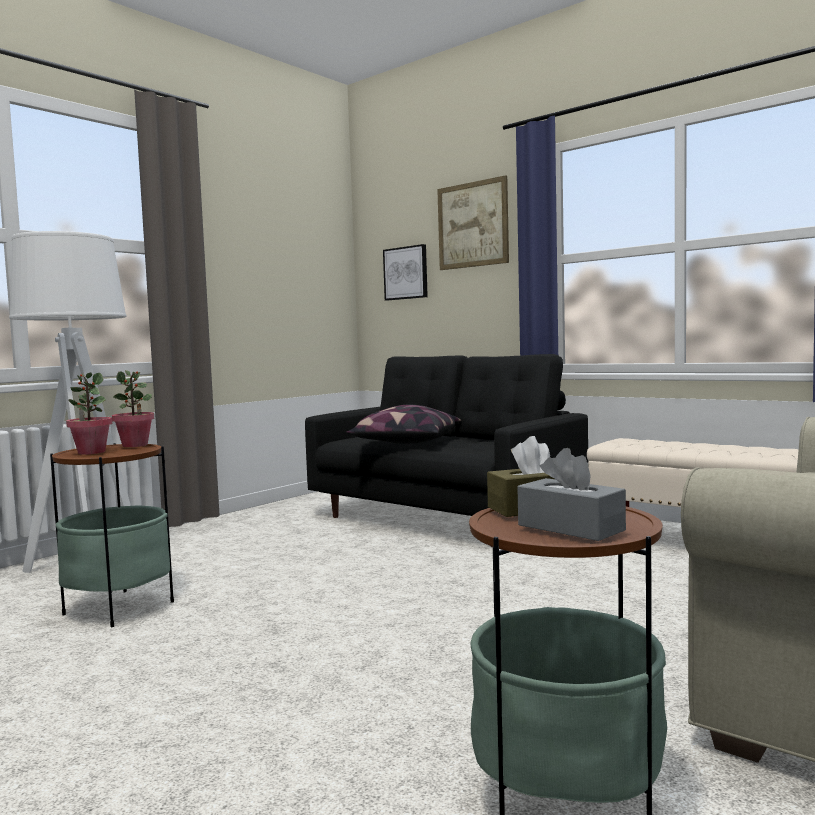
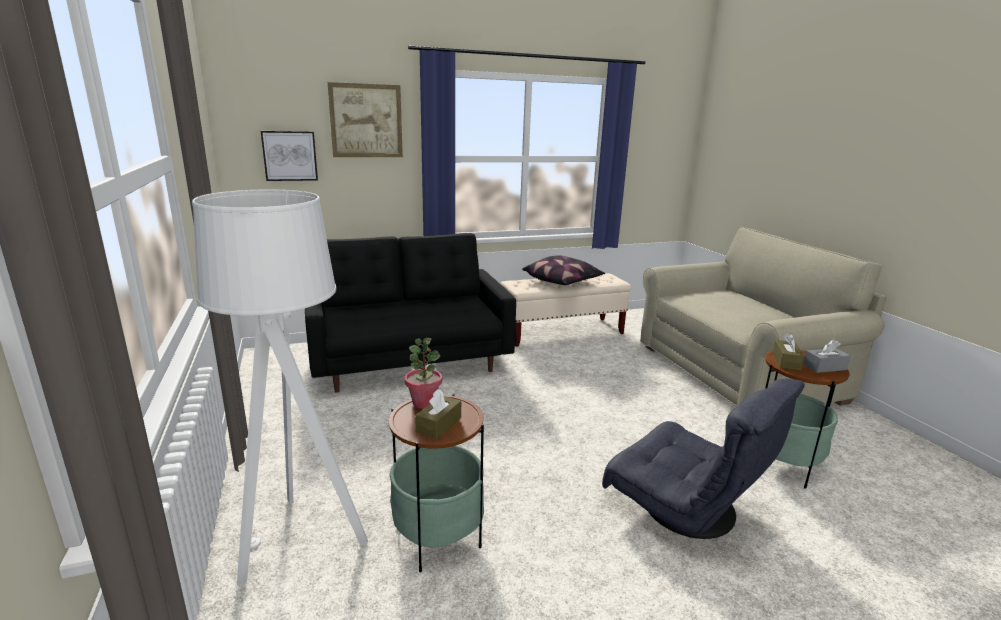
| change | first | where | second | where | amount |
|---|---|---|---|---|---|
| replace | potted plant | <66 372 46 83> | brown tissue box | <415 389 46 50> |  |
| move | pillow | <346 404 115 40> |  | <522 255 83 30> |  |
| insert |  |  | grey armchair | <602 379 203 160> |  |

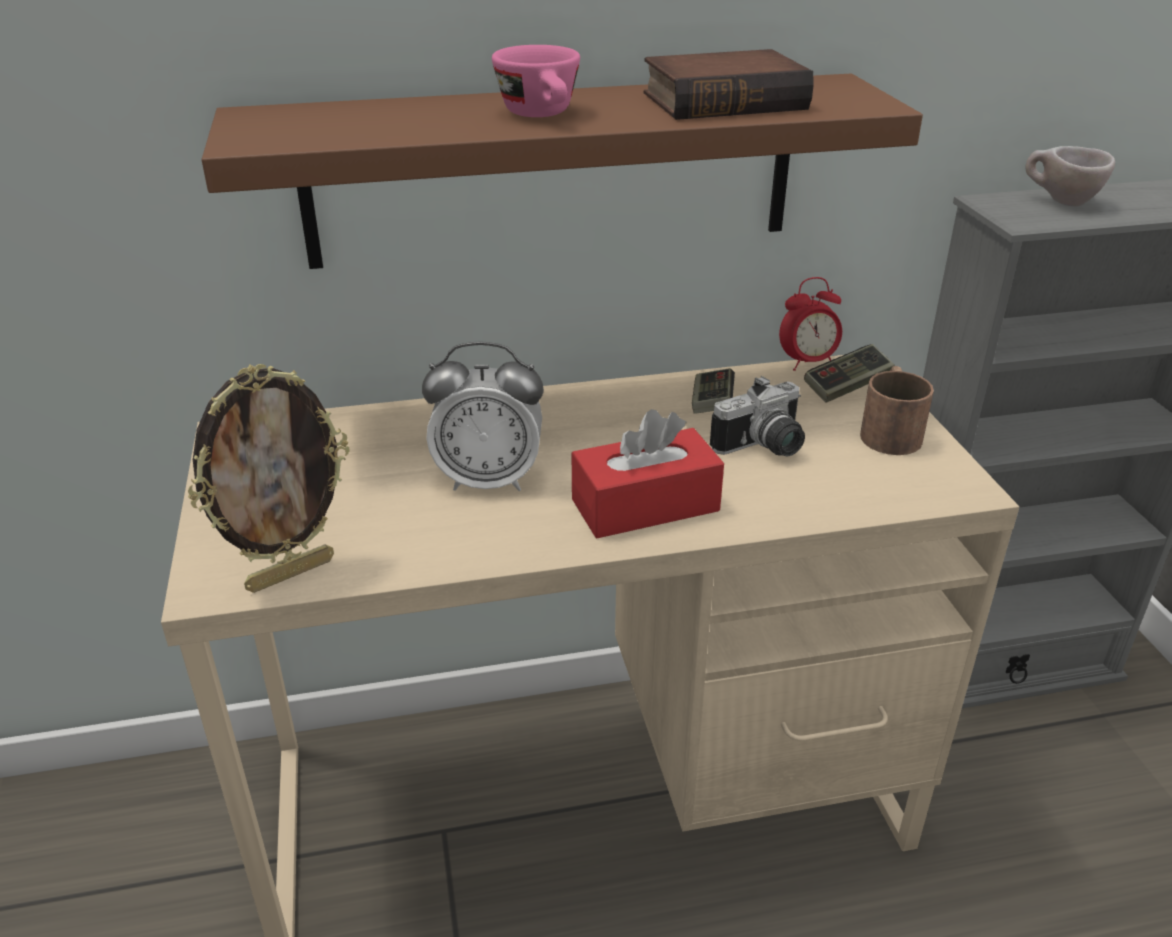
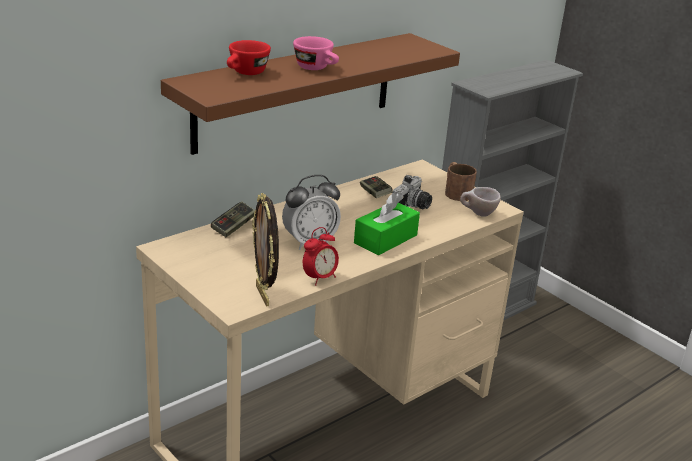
| change | first | where | second | where | amount |
|---|---|---|---|---|---|
| rotate | picture frame | <188 364 161 229> |  | <252 193 27 114> | 135 degrees clockwise |
| recolor | red tissue box | <572 409 152 129> | green tissue box | <354 193 66 63> |  |
| delete | book | <644 49 170 71> |  |  |  |
| move | alarm clock | <779 277 63 94> |  | <303 227 36 59> |  |
| move | game controller | <804 344 91 59> |  | <211 201 44 36> |  |
| move | beige cup | <1026 146 89 61> |  | <460 187 41 30> |  |
| insert |  |  | red cup | <227 40 44 35> |  |

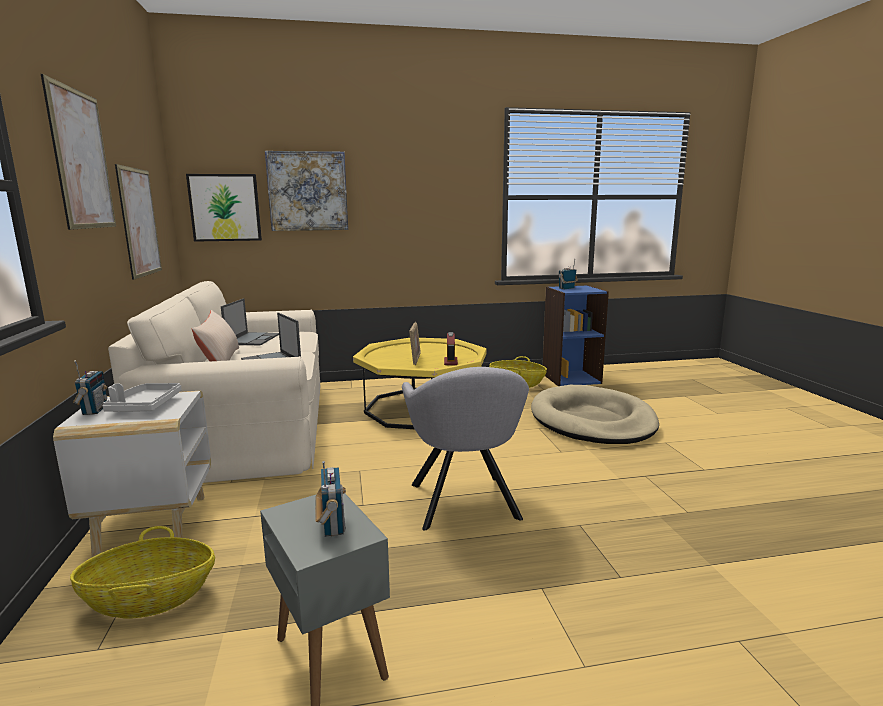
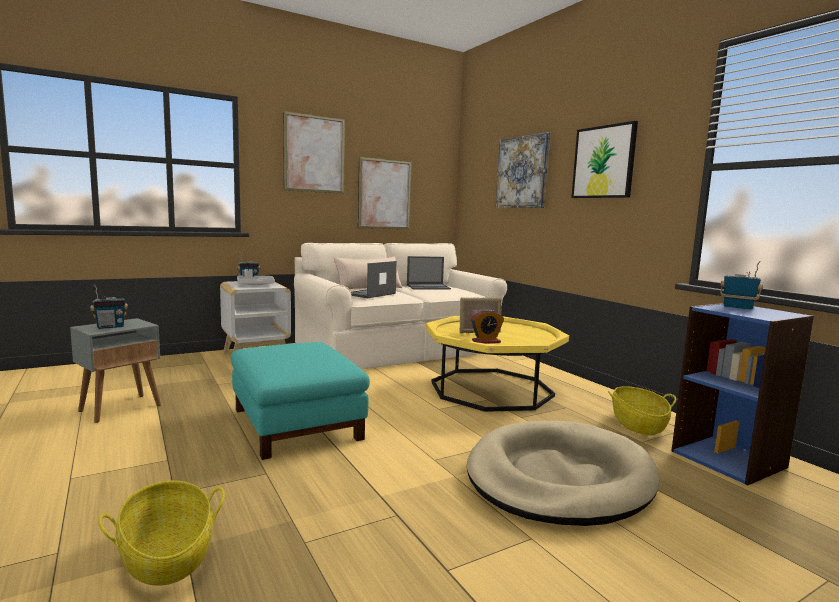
| change | first | where | second | where | amount |
|---|---|---|---|---|---|
| move | basket | <70 526 145 92> |  | <98 481 127 105> |  |
| move | picture | <186 174 76 68> |  | <571 121 67 77> |  |
| replace | grey armchair | <402 367 127 163> | turquoise ottoman | <231 342 139 118> |  |

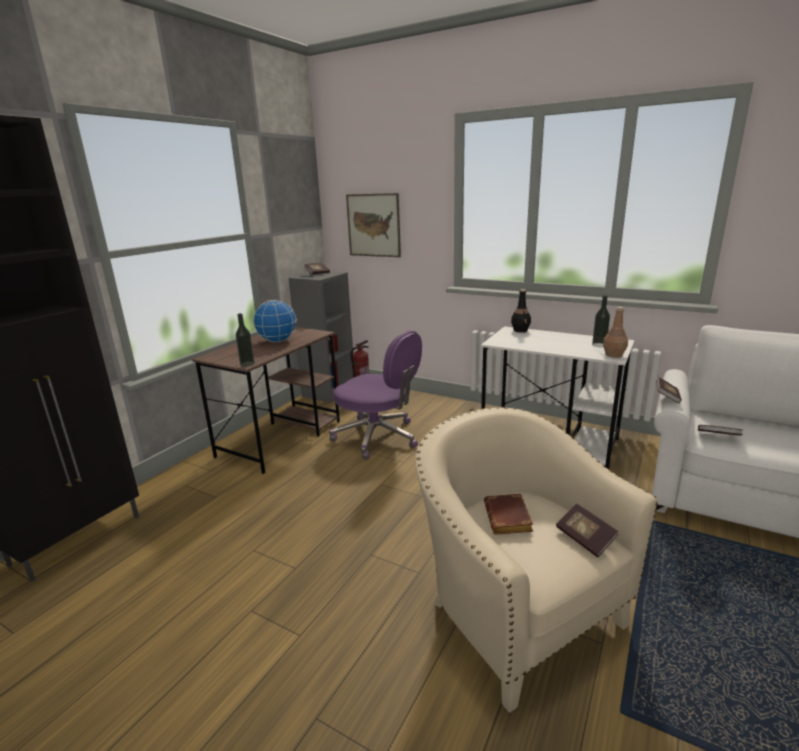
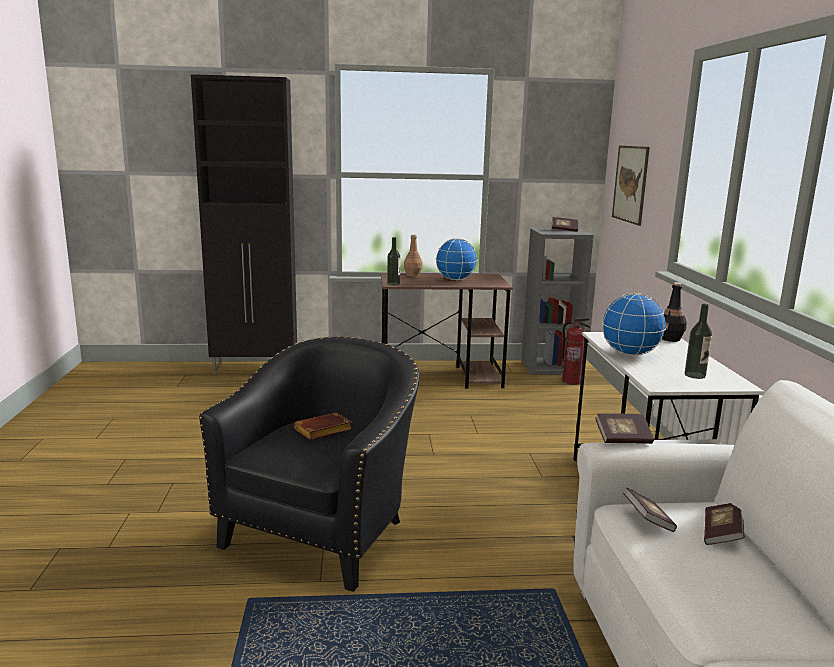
| change | first | where | second | where | amount |
|---|---|---|---|---|---|
| delete | purple office chair | <329 330 93 130> |  |  |  |
| recolor | beige armchair | <415 407 243 305> | black armchair | <199 336 220 256> |  |
| move | book | <556 503 63 54> |  | <704 503 40 42> |  |
| move | brown bottle | <603 307 25 51> |  | <404 234 19 42> |  |
| insert |  |  | globe | <602 293 65 63> |  |

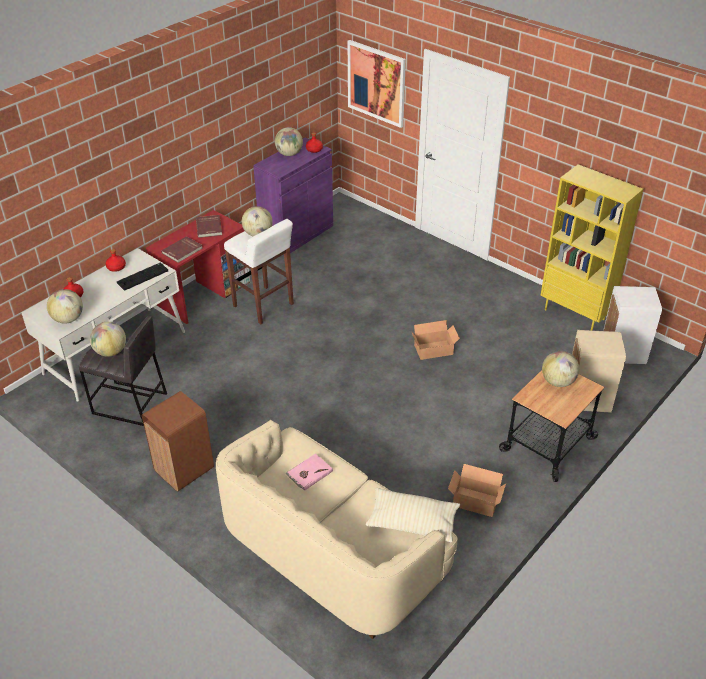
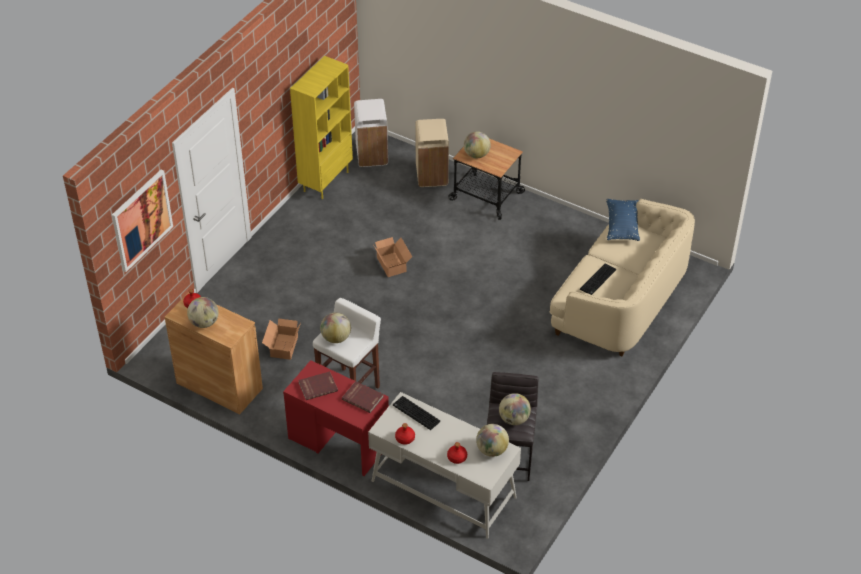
| change | first | where | second | where | amount |
|---|---|---|---|---|---|
| delete | brown trash can | <142 391 72 101> |  |  |  |
| recolor | purple cabinet | <253 138 80 117> | brown cabinet | <165 293 98 121> |  |
| replace | pink book | <286 454 47 37> | keyboard | <580 264 36 31> |  |
| recolor | beige pillow | <366 488 94 55> | blue pillow | <606 199 34 42> |  |
| move | cardboard box | <448 464 58 53> |  | <262 318 39 42> |  |

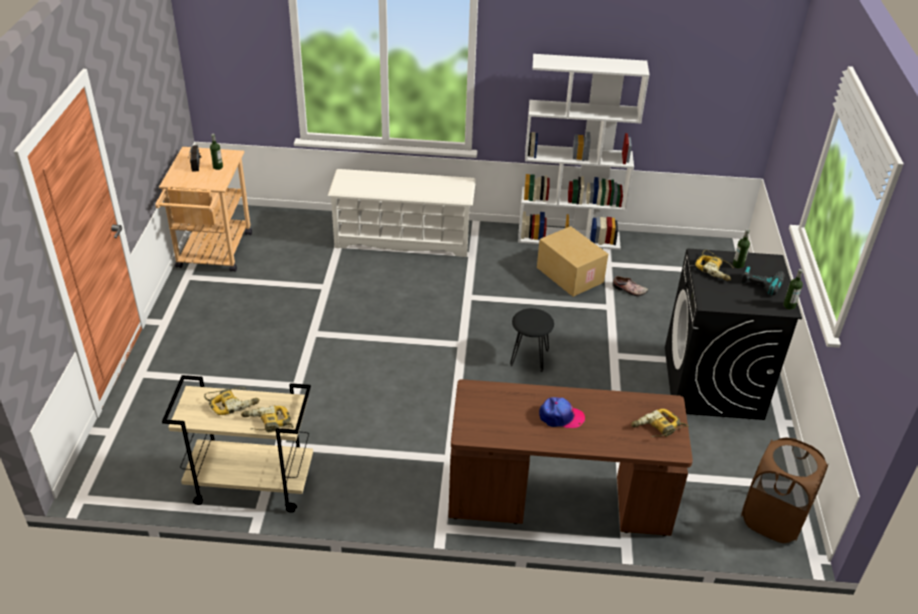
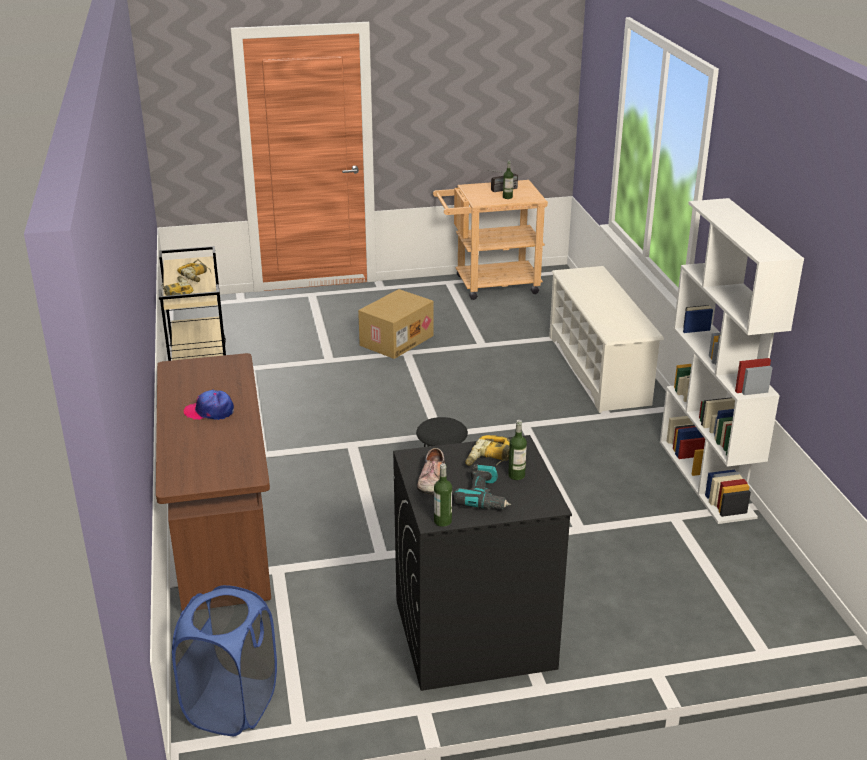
| change | first | where | second | where | amount |
|---|---|---|---|---|---|
| move | cardboard box | <537 226 71 71> |  | <358 289 76 70> |  |
| rotate | cap | <539 397 46 31> |  | <184 390 50 30> | 105 degrees clockwise |
| move | shoe | <613 276 35 20> |  | <417 448 28 47> |  |
| delete | power drill | <631 409 58 28> |  |  |  |
| recolor | brown laundry basket | <741 438 88 105> | blue laundry basket | <172 585 105 151> |  |

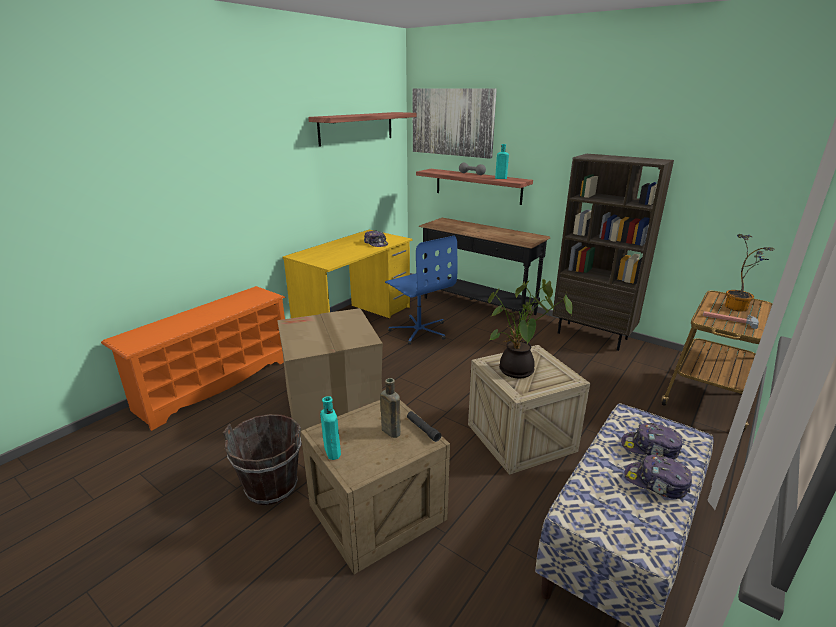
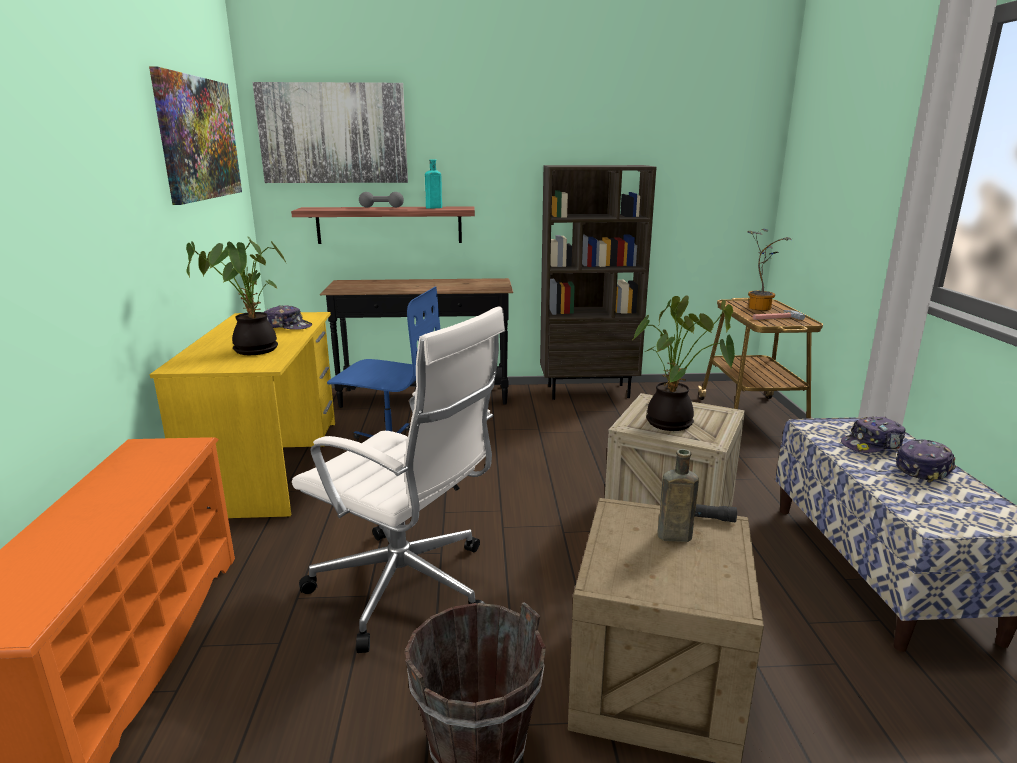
| change | first | where | second | where | amount |
|---|---|---|---|---|---|
| replace | cardboard box | <277 308 106 129> | white office chair | <292 306 213 347> |  |
| replace | shelf | <308 112 108 35> | picture | <149 66 93 139> |  |
| delete | turquoise bottle | <320 396 21 64> |  |  |  |
| rotate | cap | <624 455 68 44> |  | <896 439 60 44> | 150 degrees clockwise |
| insert |  |  | potted plant | <186 237 102 118> |  |

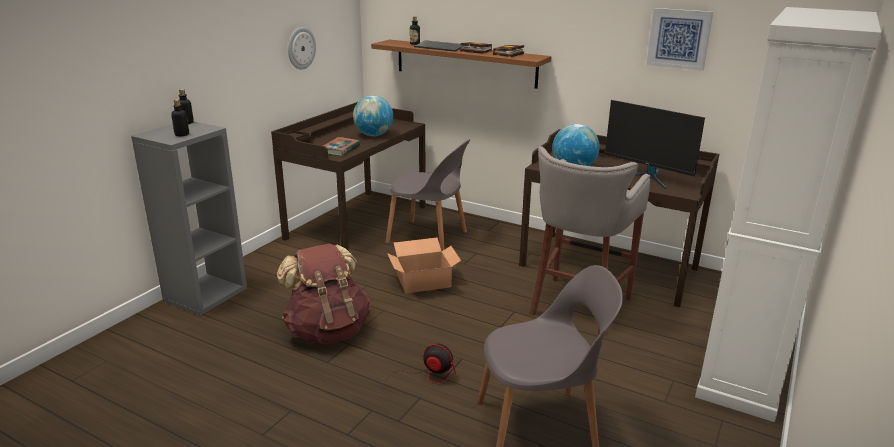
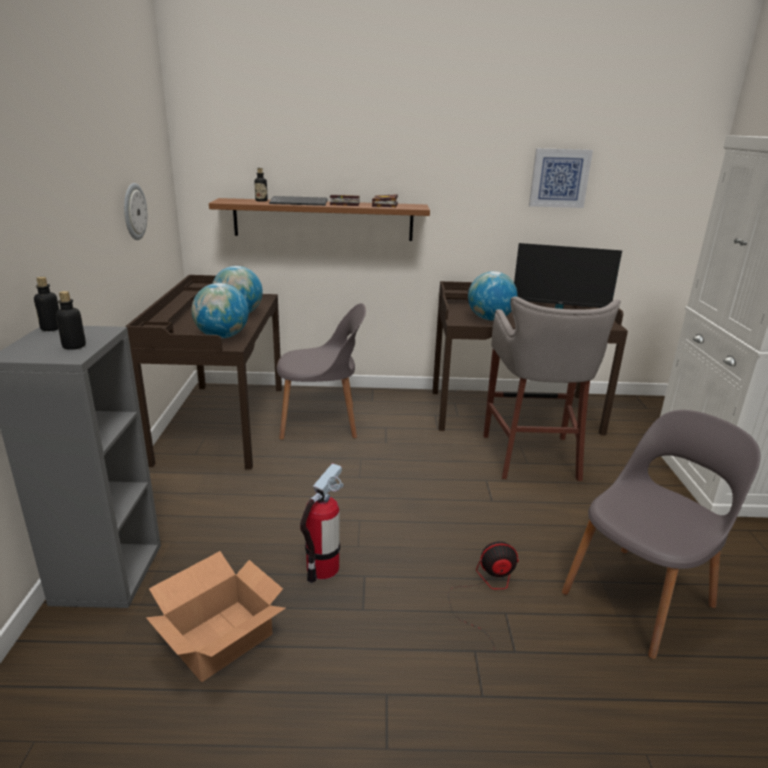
| change | first | where | second | where | amount |
|---|---|---|---|---|---|
| replace | brown backpack | <277 243 94 101> | fire extinguisher | <300 463 43 120> |  |
| replace | book | <323 137 37 19> | globe | <192 283 57 56> |  |
| move | cardboard box | <387 238 74 55> |  | <146 551 140 131> |  |

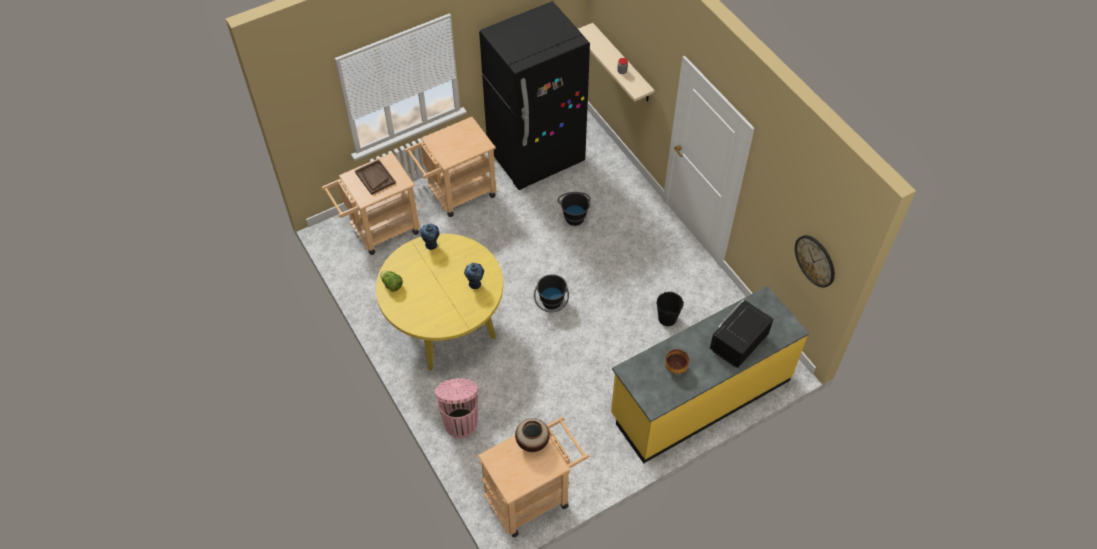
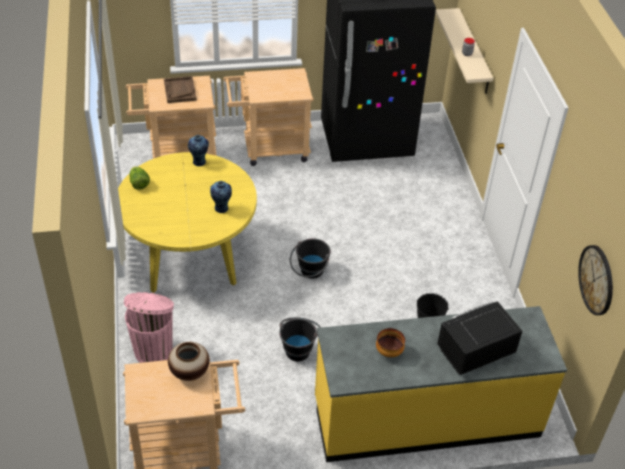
| change | first | where | second | where | amount |
|---|---|---|---|---|---|
| move | black bucket | <558 192 33 34> |  | <279 317 42 45> |  |

